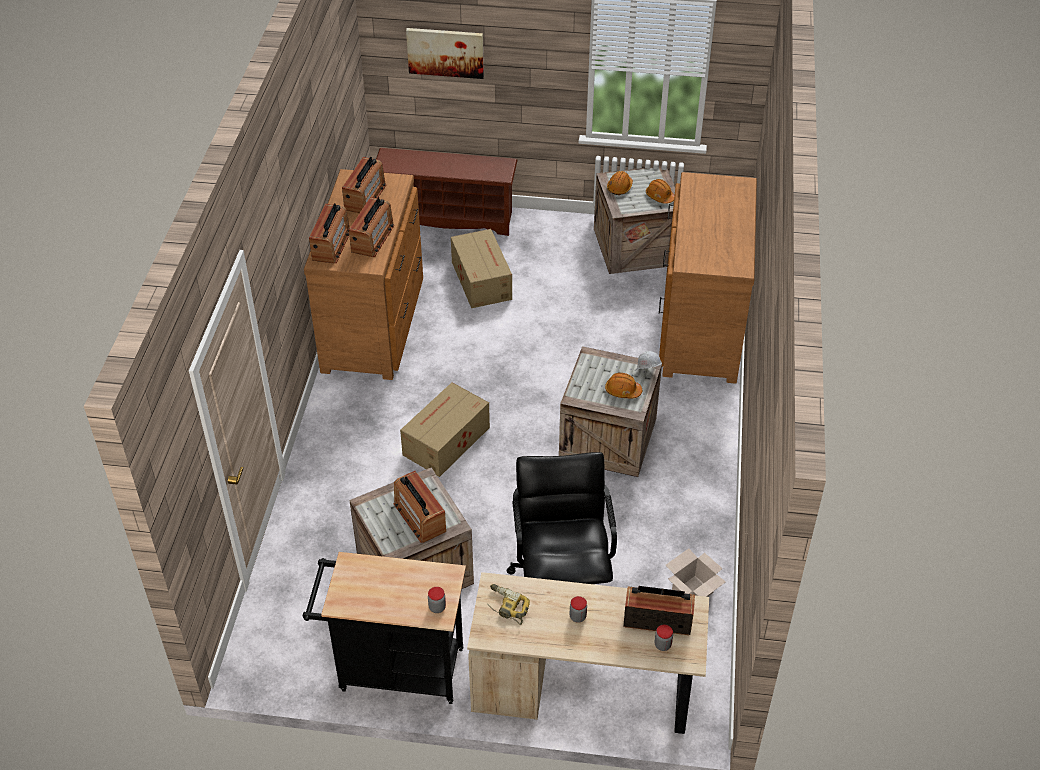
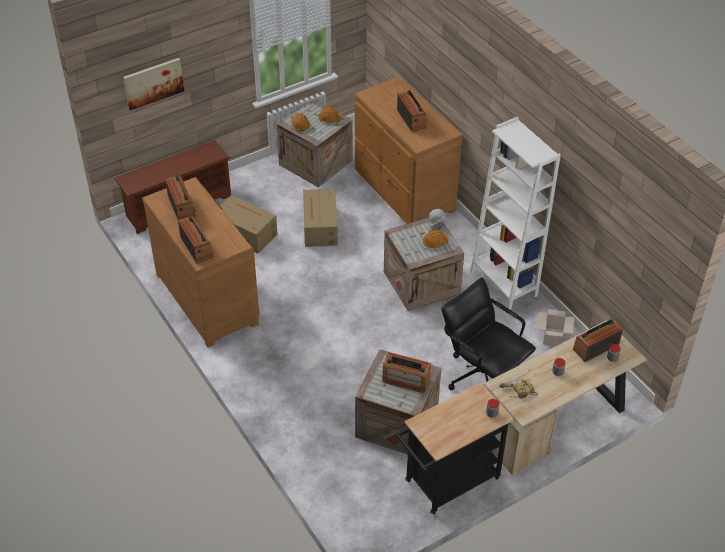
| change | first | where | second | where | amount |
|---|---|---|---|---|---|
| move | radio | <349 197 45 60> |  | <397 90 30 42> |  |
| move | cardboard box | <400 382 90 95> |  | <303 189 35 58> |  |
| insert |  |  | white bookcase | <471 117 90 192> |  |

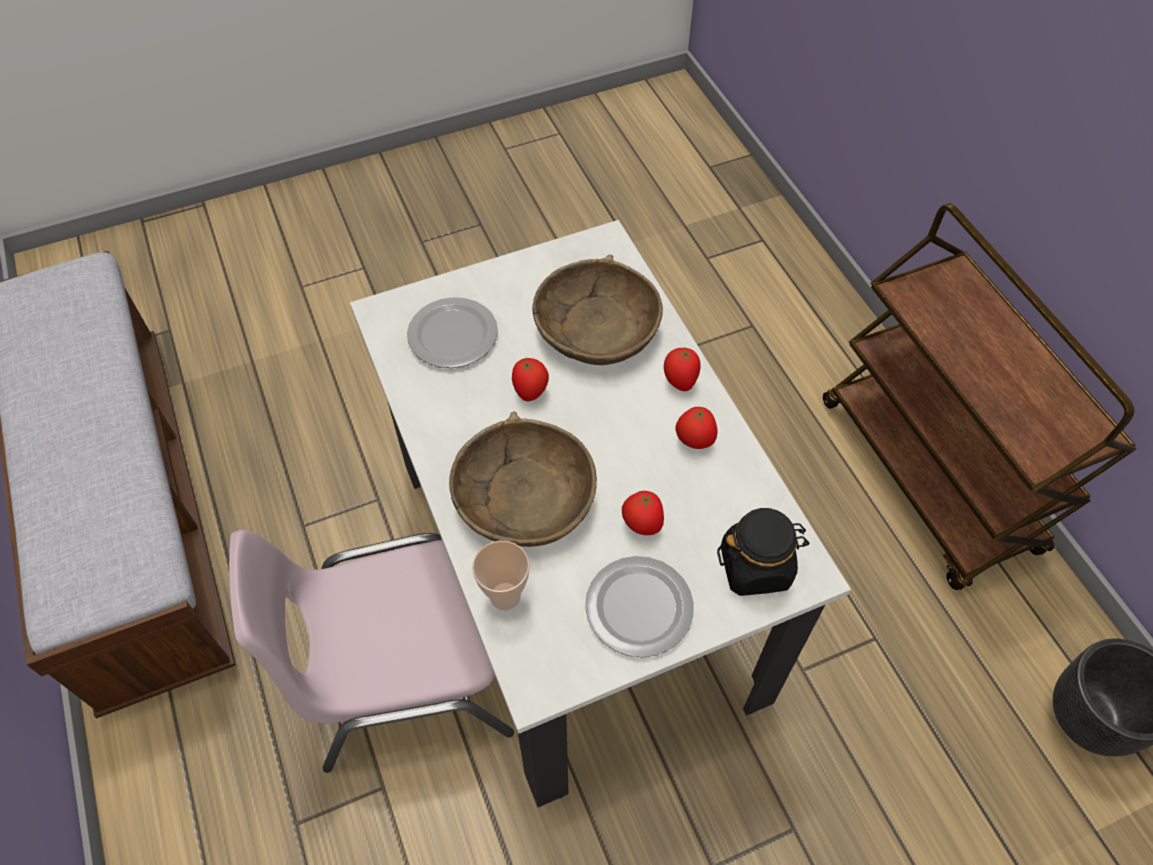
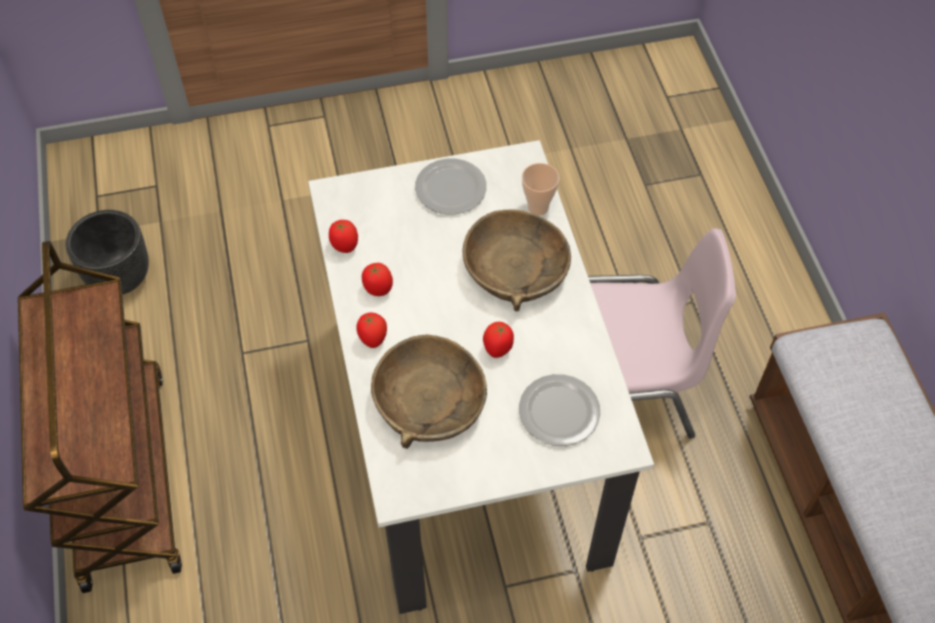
| change | first | where | second | where | amount |
|---|---|---|---|---|---|
| move | tomato | <622 491 42 44> |  | <329 220 29 33> |  |
| delete | black jar | <717 508 93 88> |  |  |  |

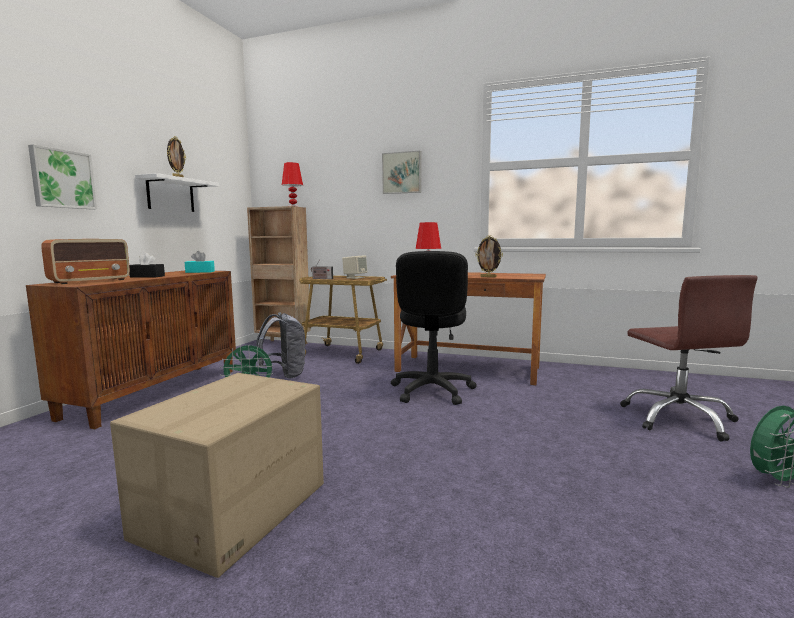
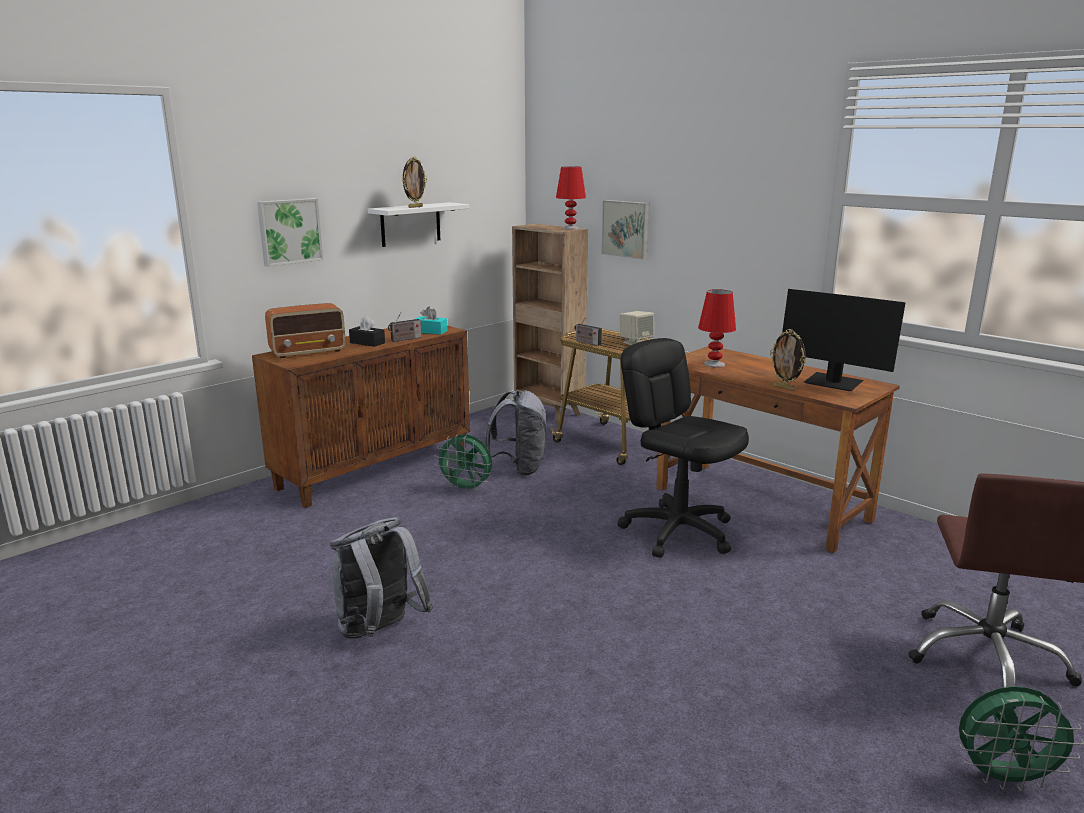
| change | first | where | second | where | amount |
|---|---|---|---|---|---|
| replace | cardboard box | <110 373 214 205> | grey backpack | <330 517 103 122> |  |
| move | picture | <382 151 39 43> |  | <602 200 48 59> |  |
| rotate | black office chair | <391 251 86 154> |  | <617 338 132 220> | 105 degrees clockwise |
| insert |  |  | radio | <388 312 34 30> |  |
| insert |  |  | monitor | <782 289 124 102> |  |

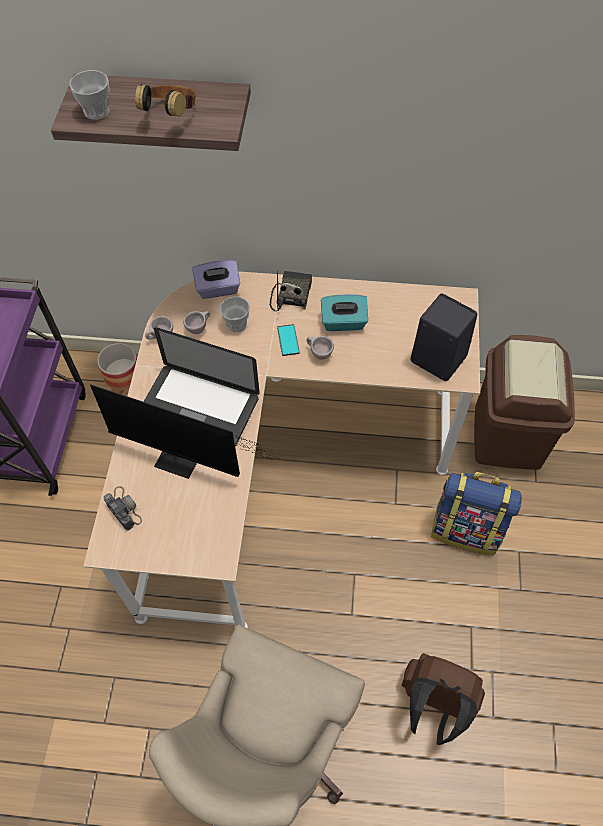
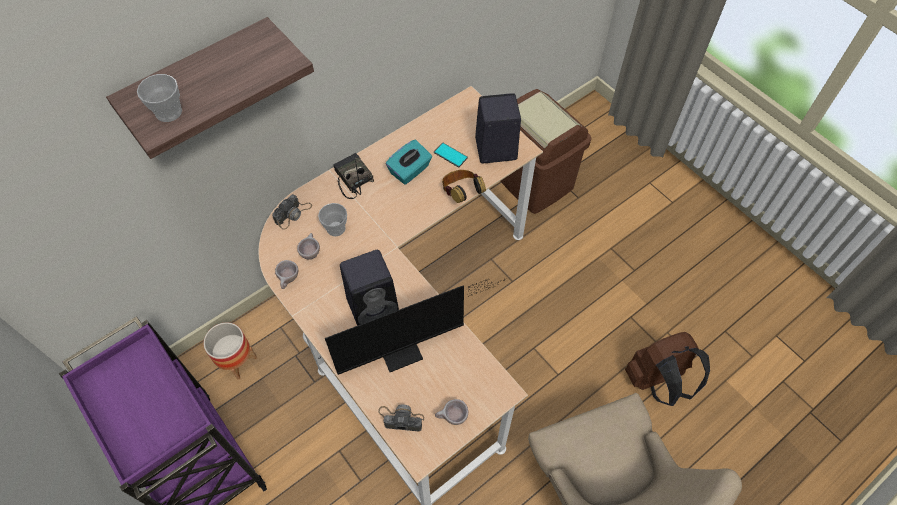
| change | first | where | second | where | amount |
|---|---|---|---|---|---|
| move | headphones | <135 84 61 33> |  | <442 170 44 33> |  |
| replace | laptop | <144 327 116 120> | black speaker | <340 250 59 76> |  |
| replace | purple tissue box | <192 260 48 39> | photo camera | <272 194 40 36> |  |
| move | phone | <277 324 23 32> |  | <434 143 34 25> |  |
| move | beige cup | <306 336 28 24> |  | <435 399 33 26> |  |
| delete | backpack | <431 472 91 83> |  |  |  |

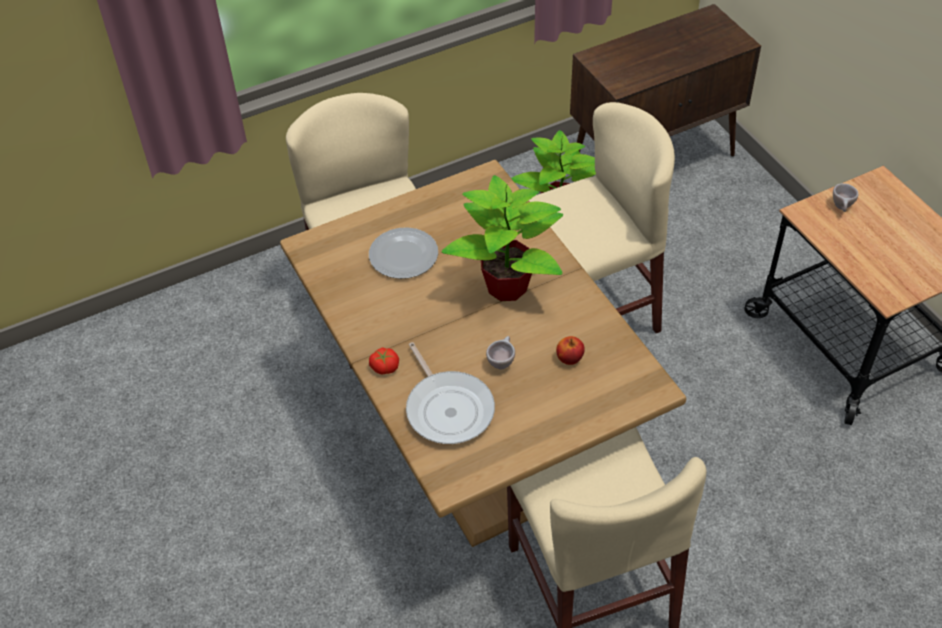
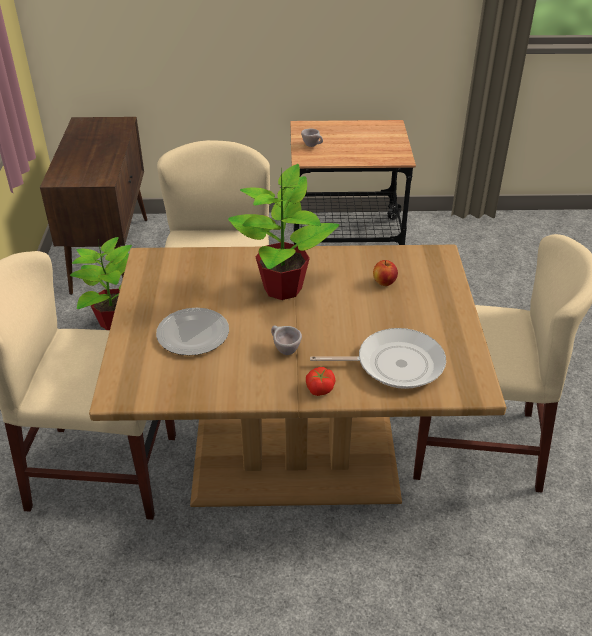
| change | first | where | second | where | amount |
|---|---|---|---|---|---|
| move | beige cup | <486 336 29 33> |  | <271 325 31 30> |  |

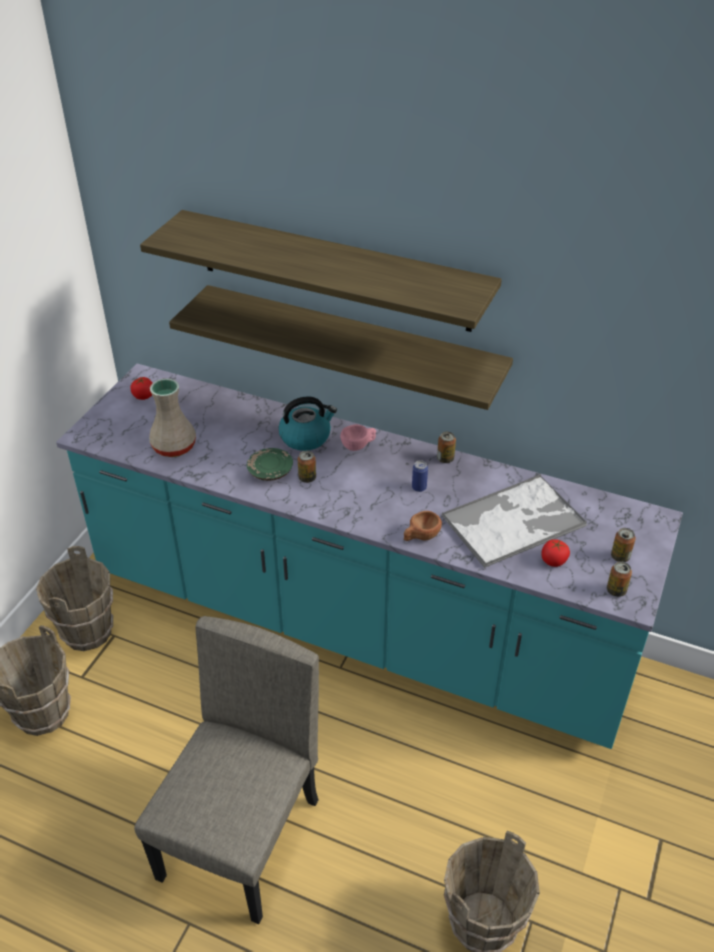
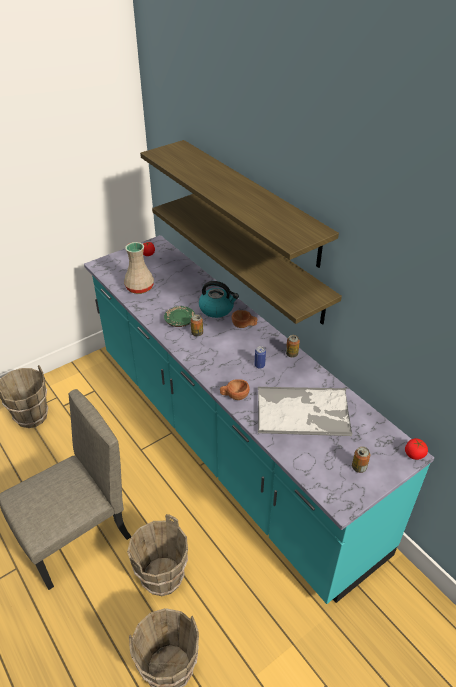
| change | first | where | second | where | amount |
|---|---|---|---|---|---|
| move | brown bucket | <36 546 77 105> |  | <127 514 61 82> |  |
| recolor | pink cup | <340 424 36 27> | brown cup | <232 310 26 18> |  |
| move | tomato | <541 539 29 28> |  | <405 438 23 22> |  |
| delete | can | <607 561 25 36> |  |  |  |

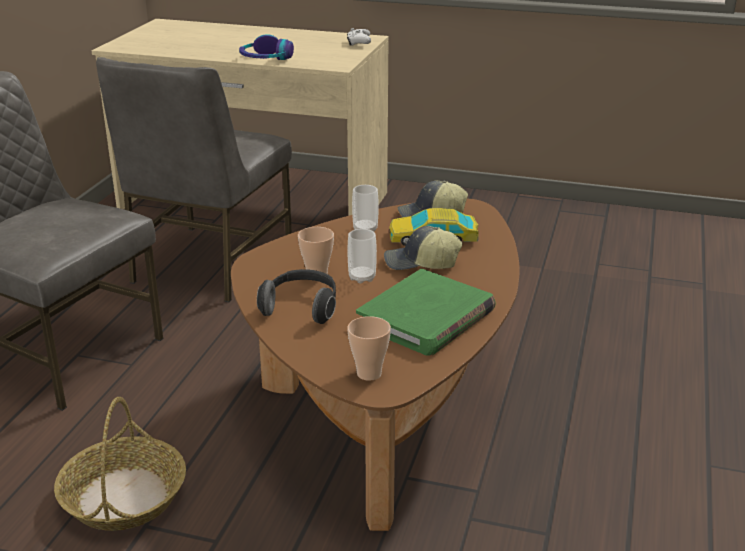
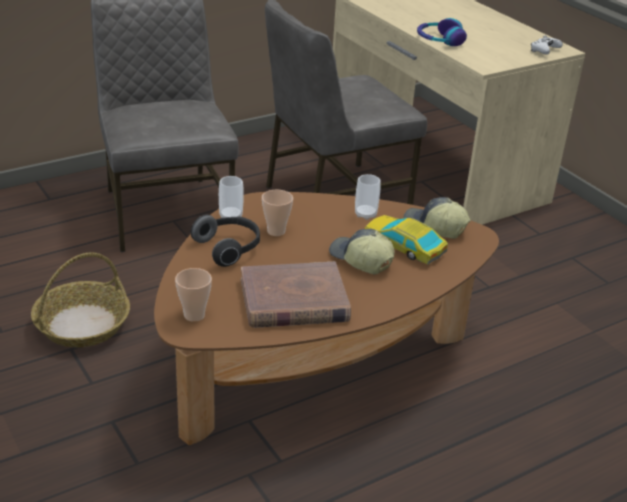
| change | first | where | second | where | amount |
|---|---|---|---|---|---|
| move | cup | <347 229 30 55> |  | <219 176 25 42> |  |
| recolor | green book | <356 269 140 87> | brown book | <241 262 110 66> |  |

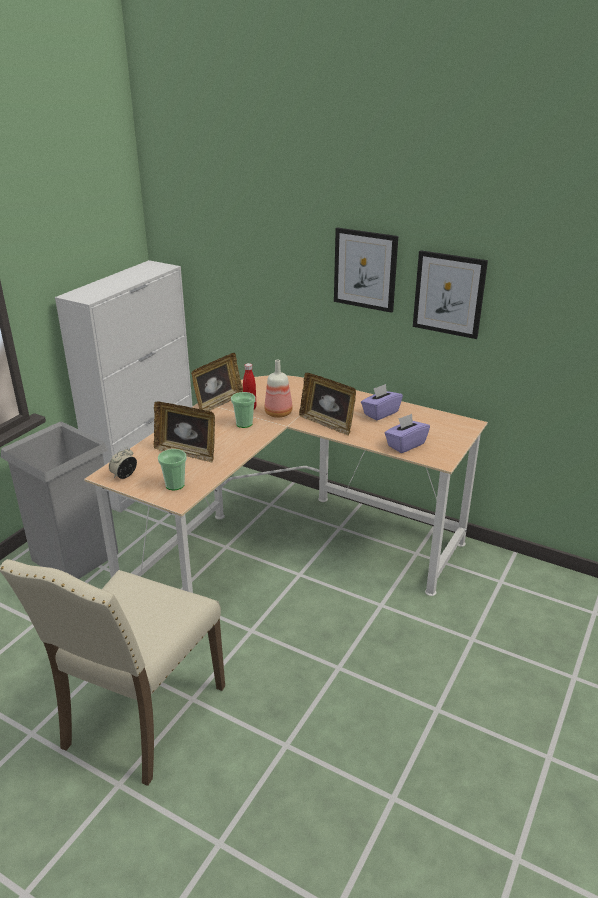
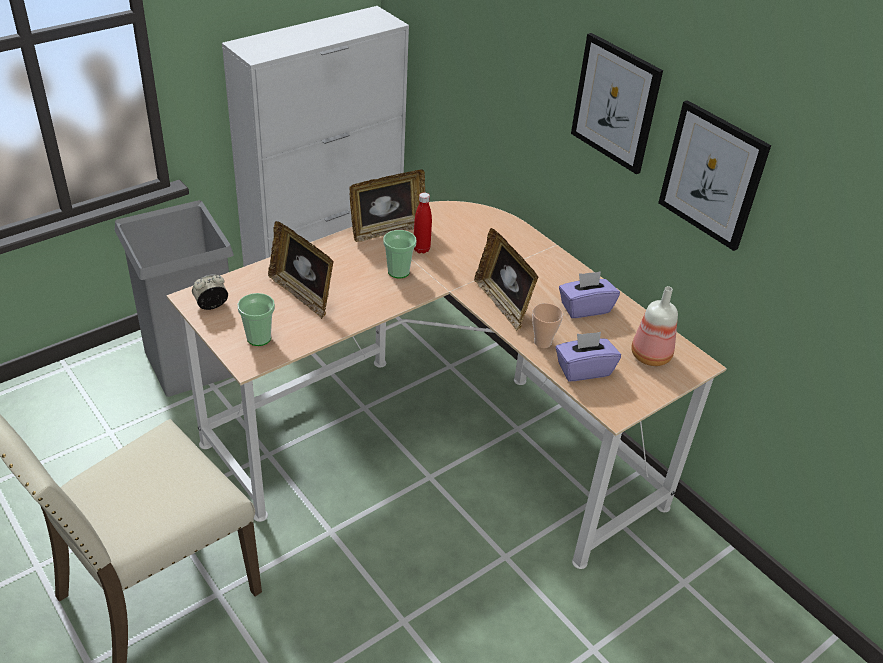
| change | first | where | second | where | amount |
|---|---|---|---|---|---|
| move | bottle | <264 360 29 58> |  | <631 286 47 80> |  |
| insert |  |  | cup | <532 303 31 45> |  |

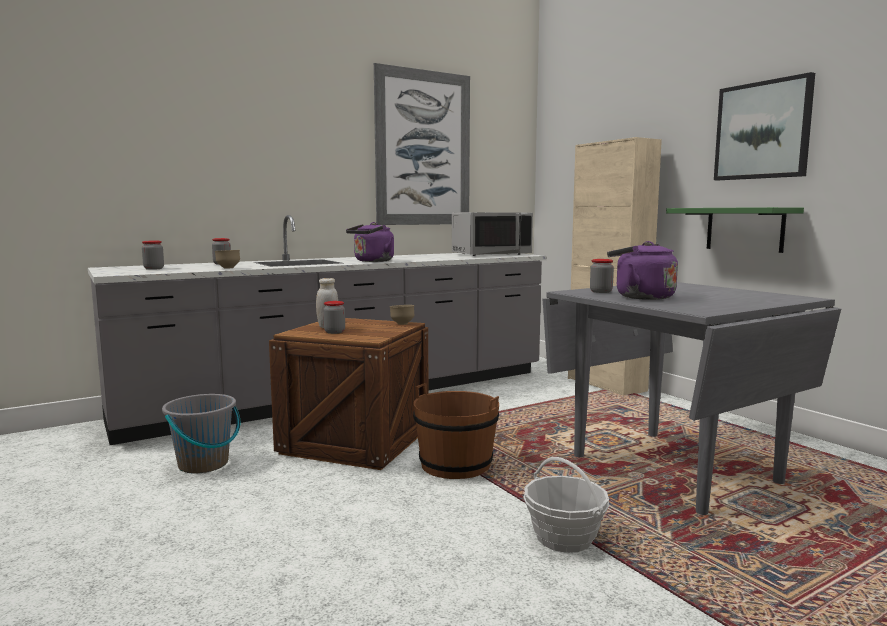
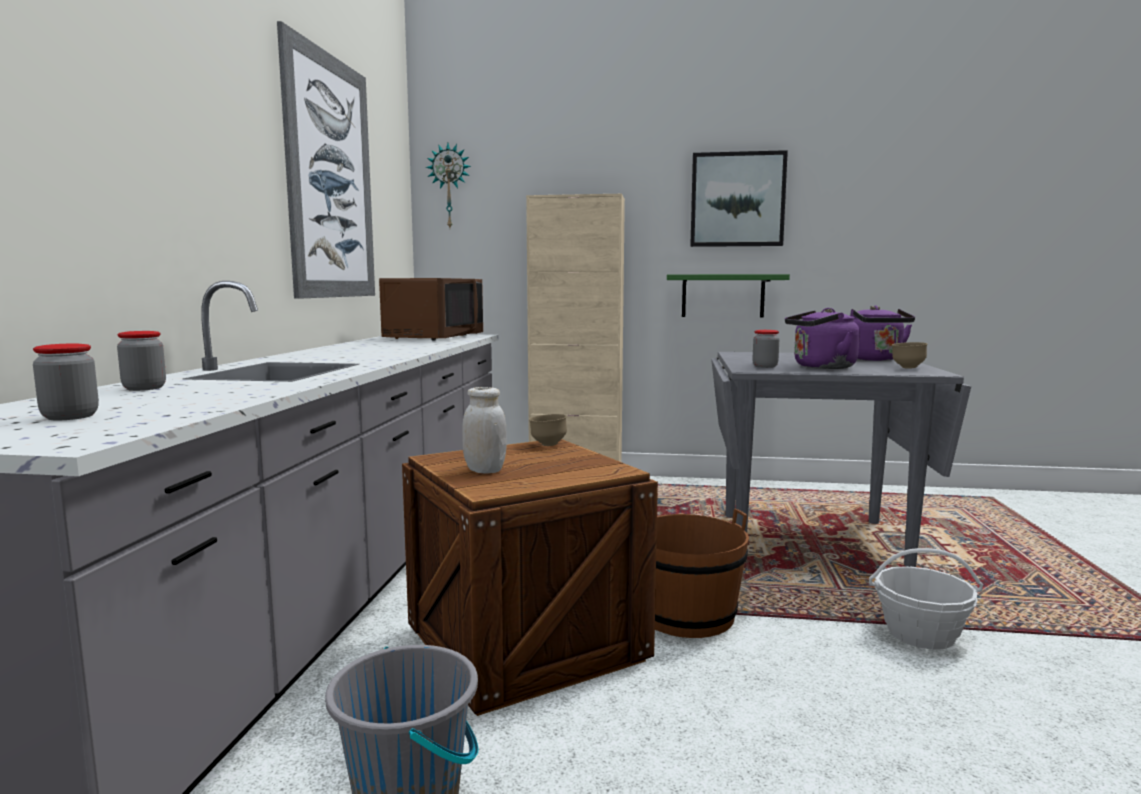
| change | first | where | second | where | amount |
|---|---|---|---|---|---|
| move | brown bowl | <215 250 25 19> |  | <892 342 35 26> |  |
| delete | jar | <323 301 22 33> |  |  |  |
| move | purple kettle | <346 222 48 40> |  | <850 305 65 56> |  |
| recolor | grey microwave | <452 212 81 44> | brown microwave | <379 278 104 62> |  |
| insert |  |  | wall clock | <426 143 45 85> |  |

